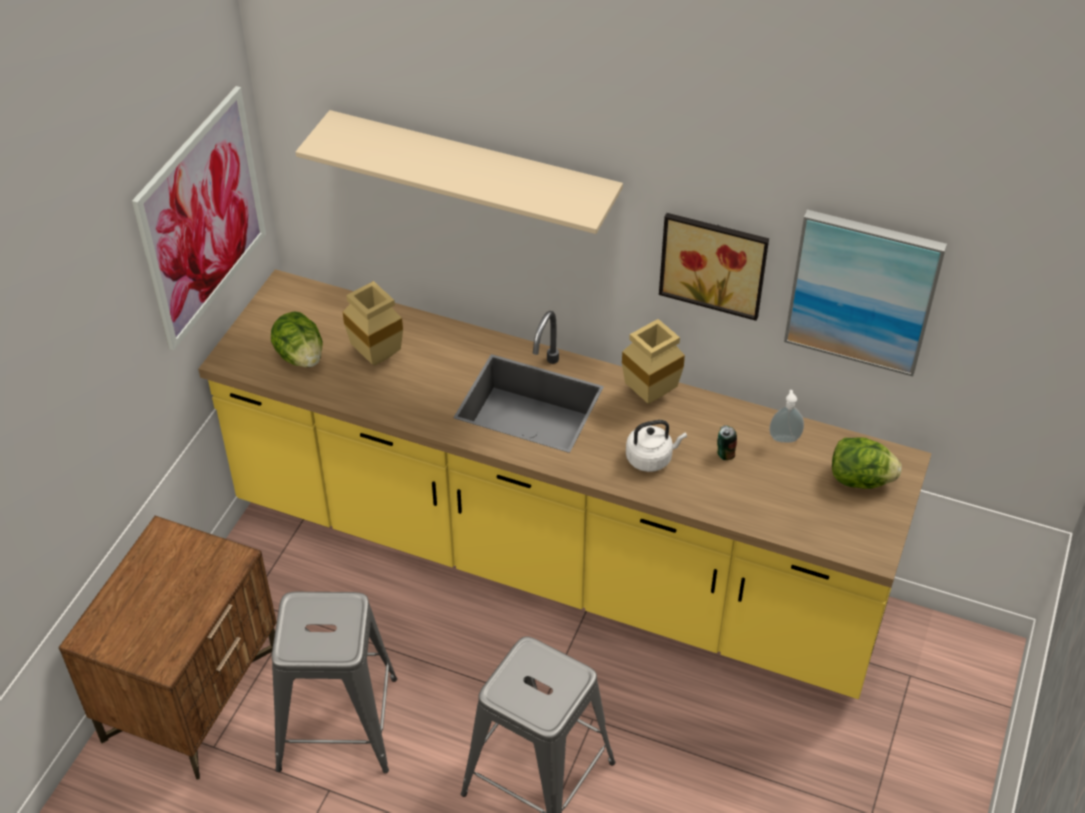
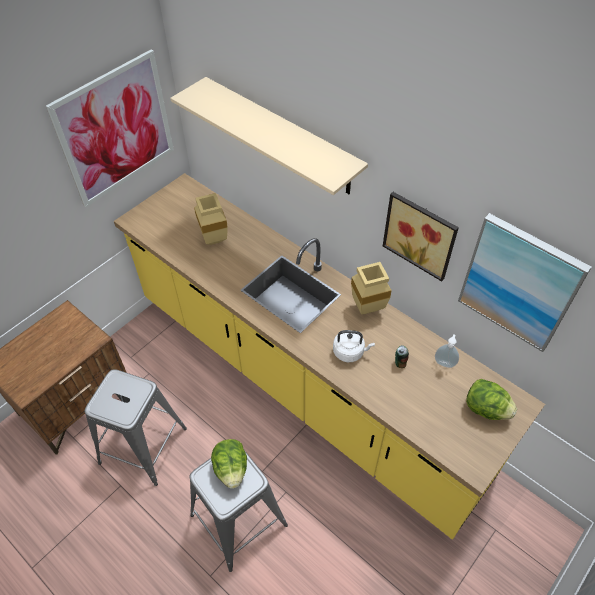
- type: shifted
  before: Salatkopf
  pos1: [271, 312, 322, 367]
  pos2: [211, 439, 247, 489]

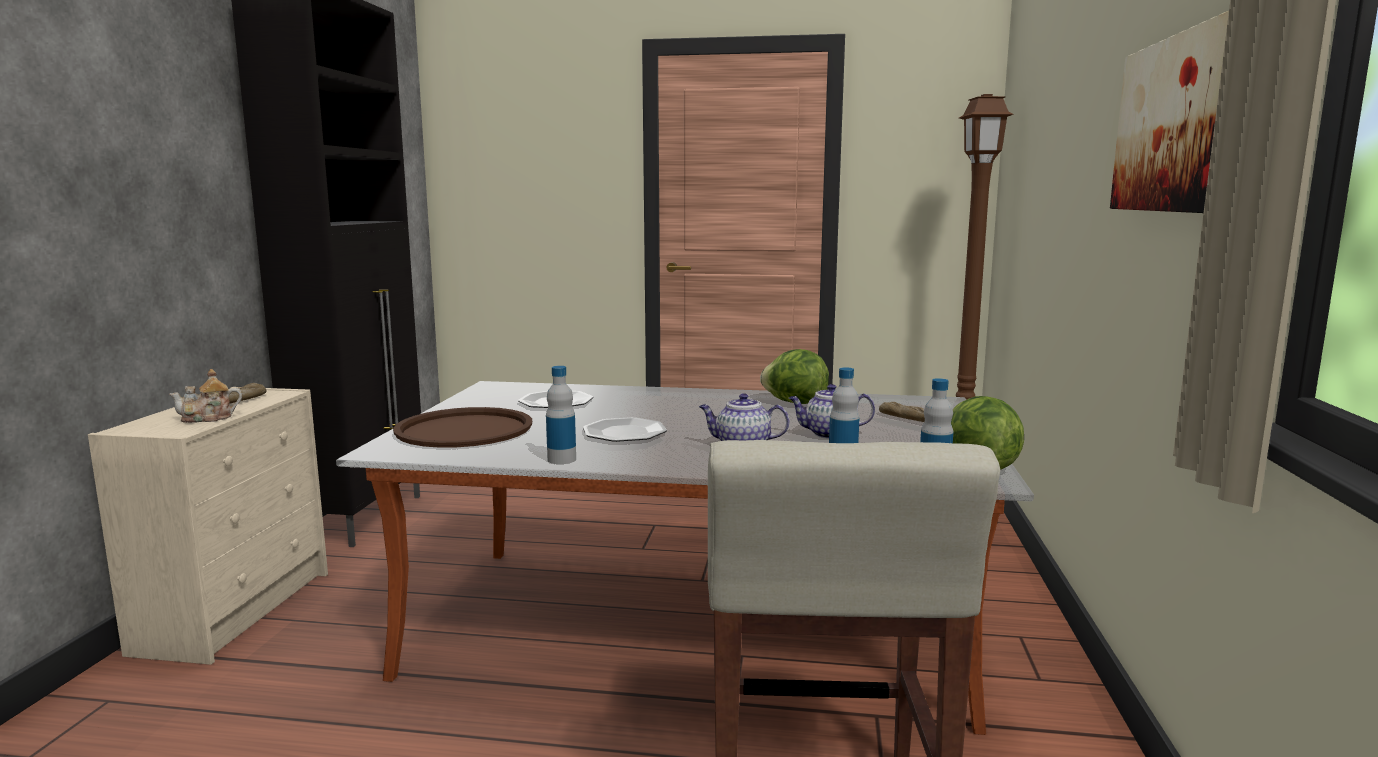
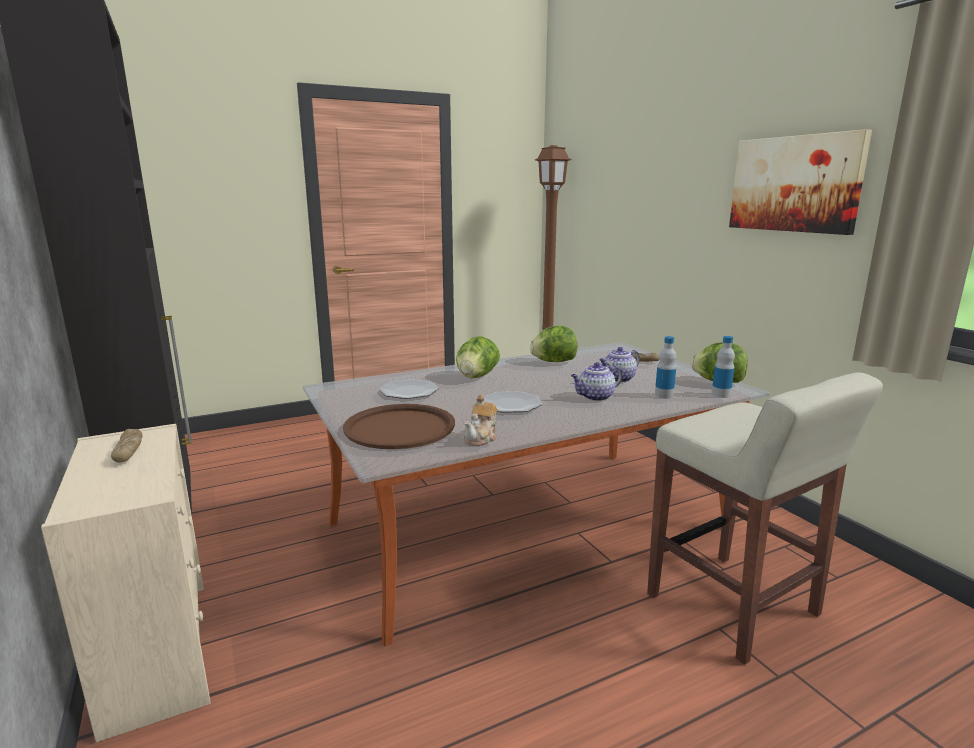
- type: new
  after: Salatkopf
  pos2: [456, 336, 500, 378]
- type: shifted
  before: Teekanne
  pos1: [169, 369, 242, 423]
  pos2: [464, 395, 497, 446]
- type: gone
  before: Flasche
  pos1: [546, 366, 576, 464]

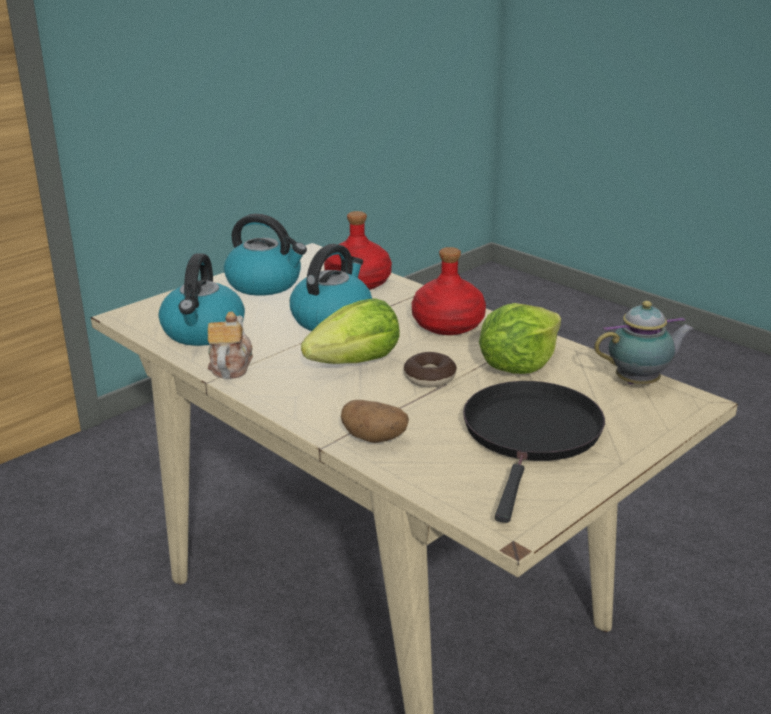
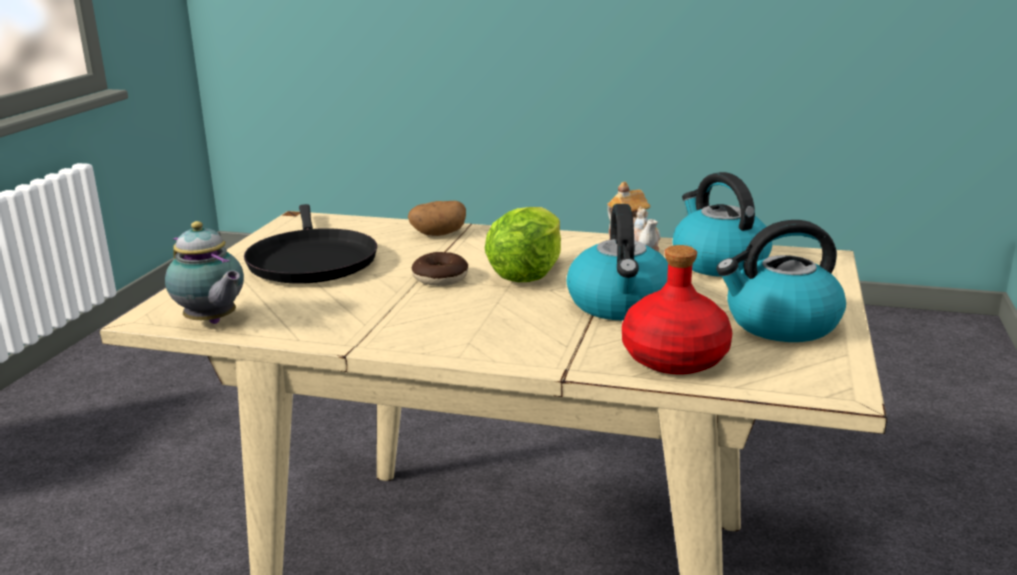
- type: rotated
  before: Teekanne
  pos1: [594, 301, 695, 384]
  pos2: [165, 221, 244, 324]
  turn: -90
- type: gone
  before: Flasche (rot)
  pos1: [412, 247, 486, 335]
- type: gone
  before: Salatkopf
  pos1: [479, 303, 561, 374]

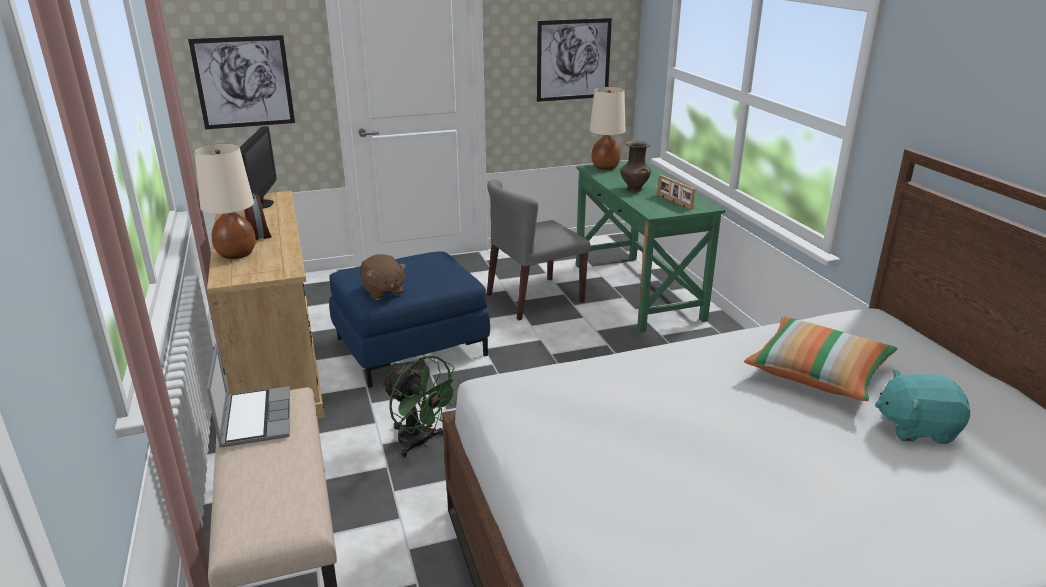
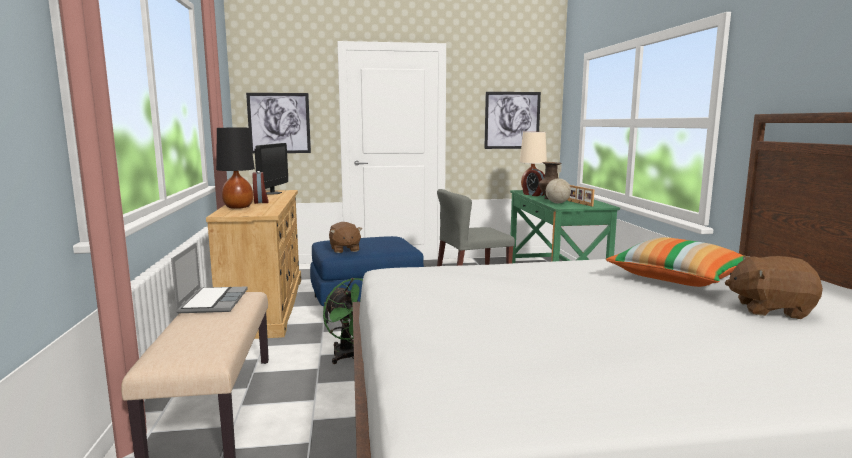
- type: repainted
  before: Tischlampe (beige)
  after: Tischlampe (schwarz)
  pos1: [194, 143, 256, 259]
  pos2: [216, 128, 255, 209]
- type: new
  after: Wecker
  pos2: [523, 169, 545, 196]
- type: new
  after: Globus
  pos2: [546, 164, 571, 203]
- type: repainted
  before: Plüschtier (türkis)
  after: Plüschtier (braun)
  pos1: [875, 369, 970, 444]
  pos2: [725, 256, 823, 319]

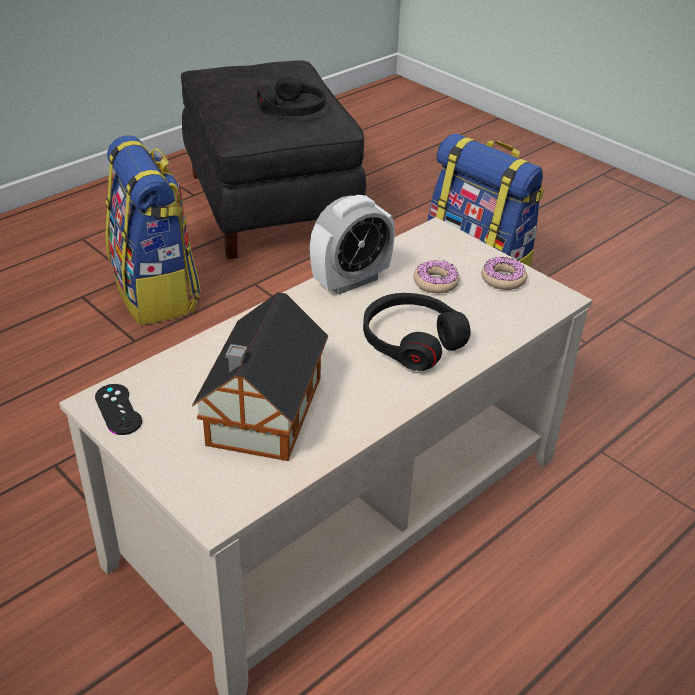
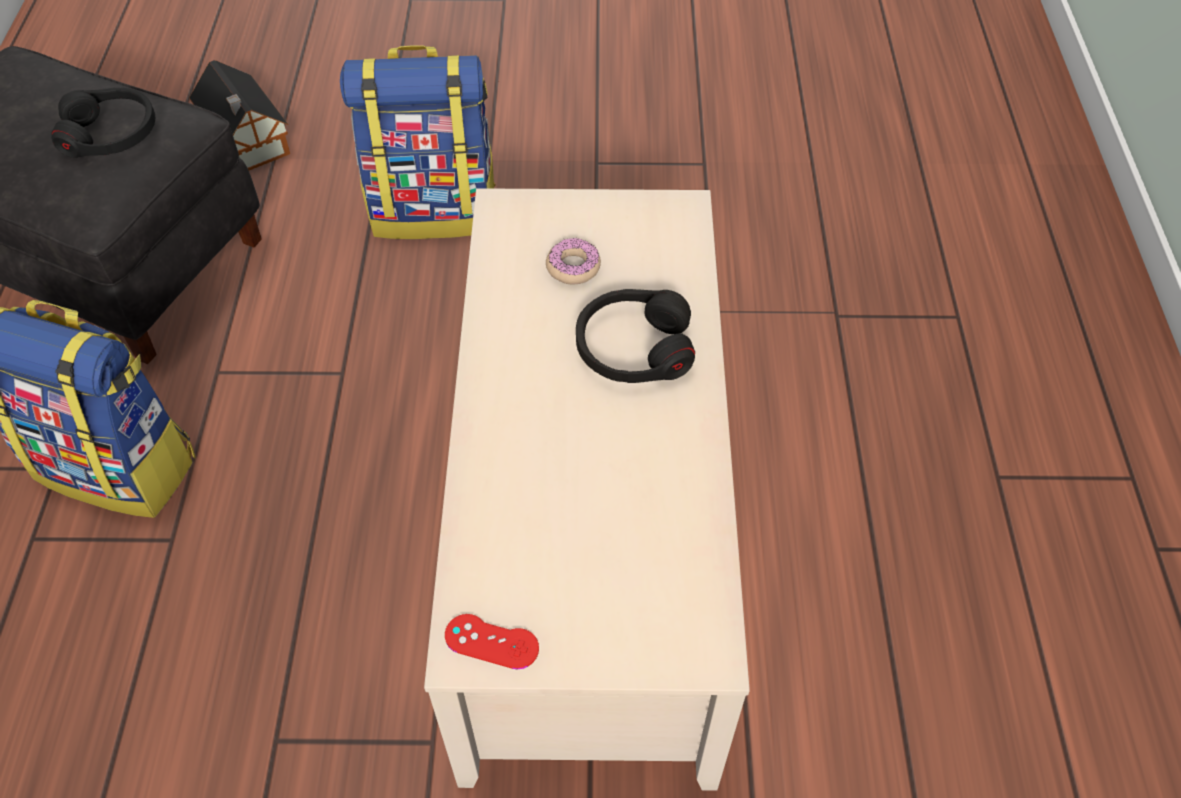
- type: shifted
  before: Spielzeughaus
  pos1: [192, 292, 328, 461]
  pos2: [189, 60, 290, 170]
- type: repainted
  before: Gamepad (schwarz)
  after: Gamepad (rot)
  pos1: [95, 384, 142, 435]
  pos2: [445, 614, 539, 669]
- type: gone
  before: Wecker
  pos1: [310, 195, 395, 295]
- type: gone
  before: Donut
  pos1: [481, 257, 527, 290]

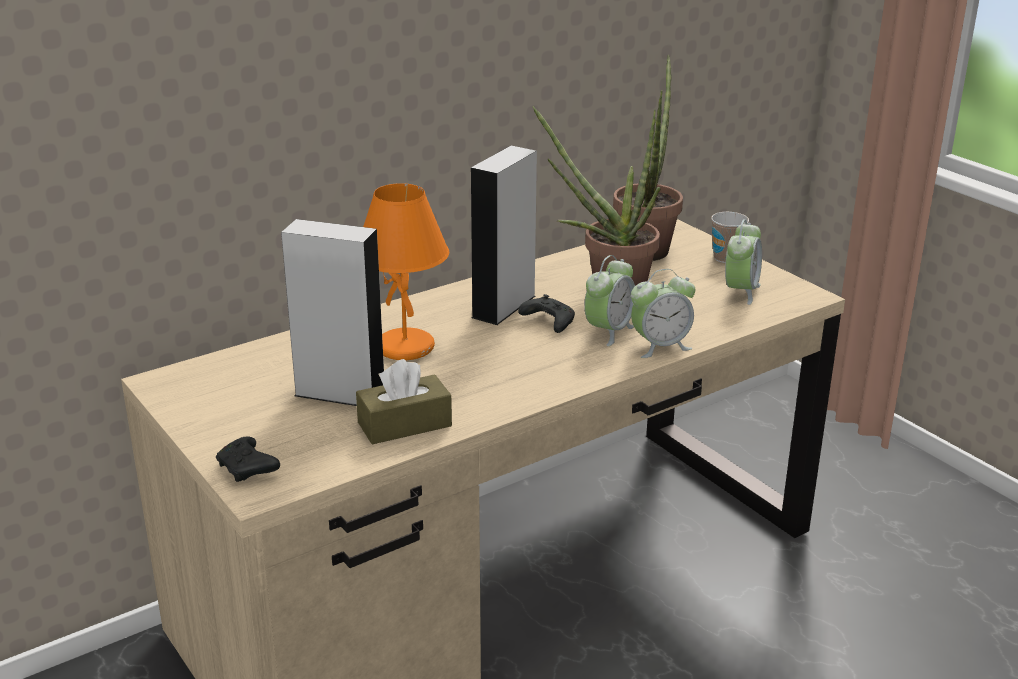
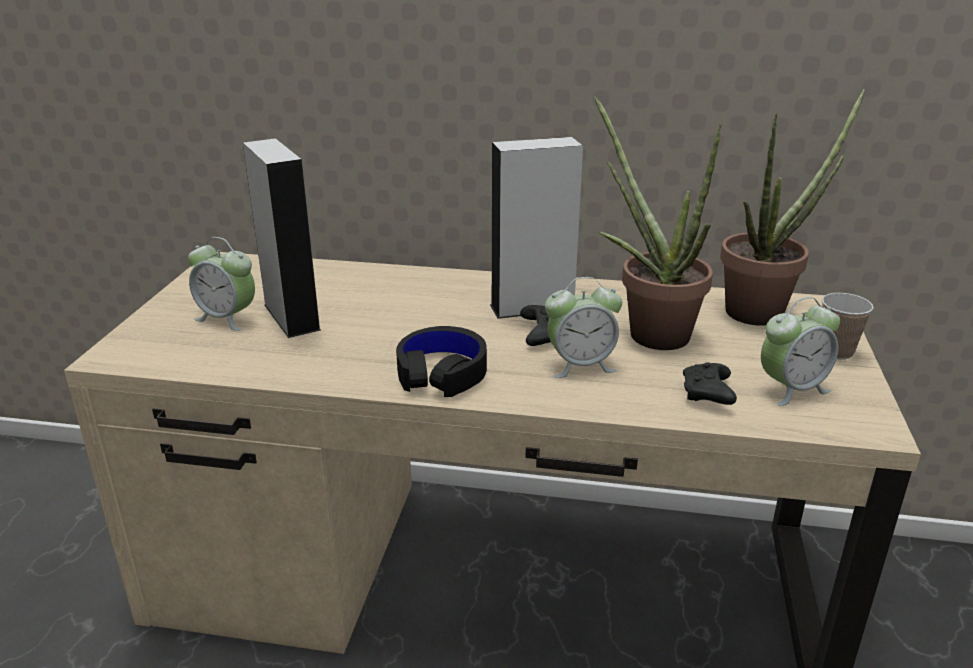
- type: shifted
  before: Wecker
  pos1: [631, 269, 695, 358]
  pos2: [188, 237, 255, 331]
- type: new
  after: Kopfhörer (schwarz)
  pos2: [396, 326, 487, 397]
- type: shifted
  before: Gamepad (schwarz)
  pos1: [216, 436, 280, 482]
  pos2: [683, 362, 737, 405]
- type: gone
  before: Taschentuchbox (braun)
  pos1: [356, 359, 452, 444]
- type: gone
  before: Tischlampe (orange)
  pos1: [363, 183, 449, 360]

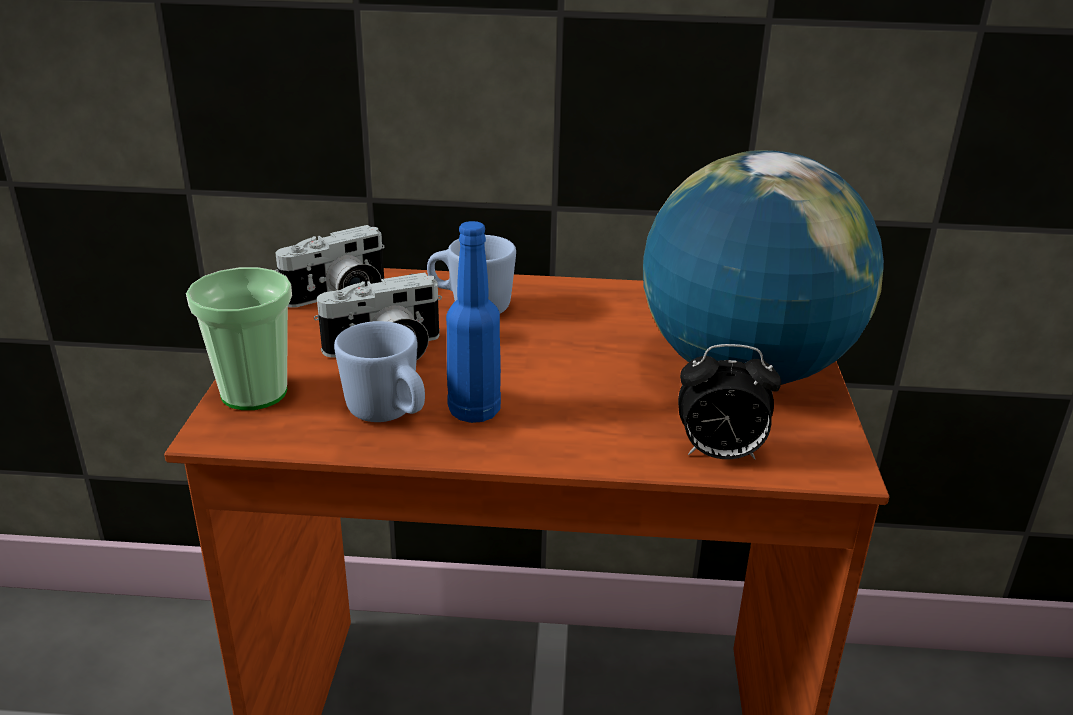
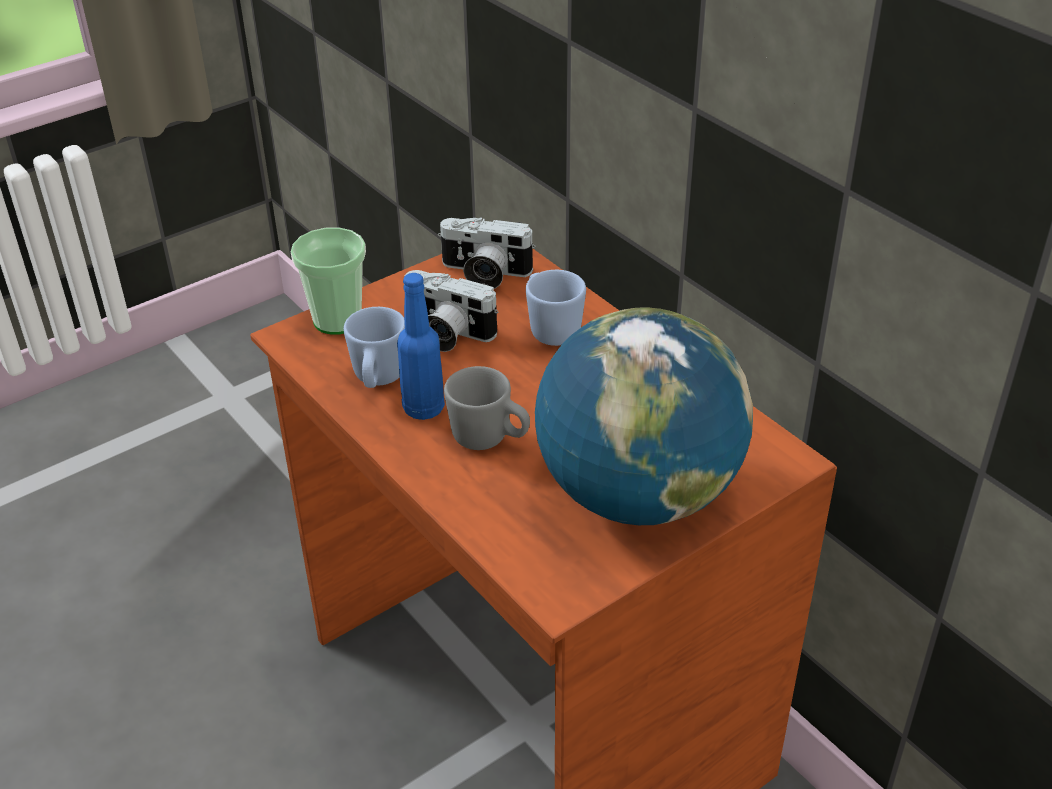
- type: new
  after: Henkelbecher (grau)
  pos2: [444, 366, 530, 450]
- type: gone
  before: Wecker
  pos1: [678, 344, 781, 459]

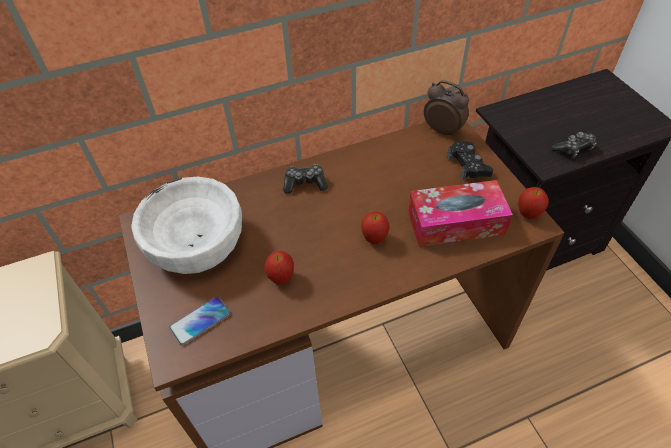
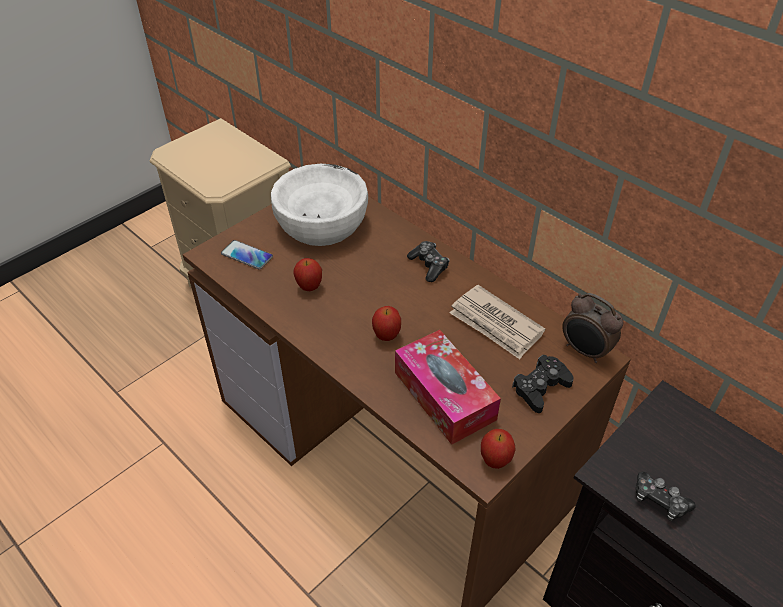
- type: new
  after: Zeitung
  pos2: [450, 285, 545, 359]
- type: rotated
  before: Wecker
  pos1: [424, 80, 469, 138]
  pos2: [562, 293, 623, 363]
  turn: 120

